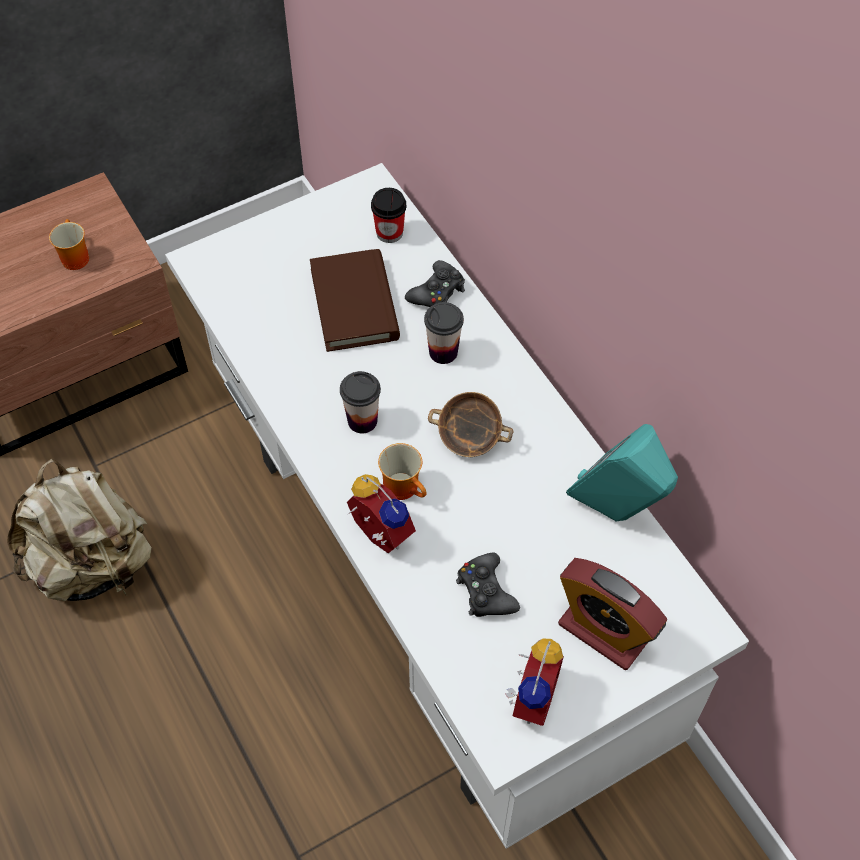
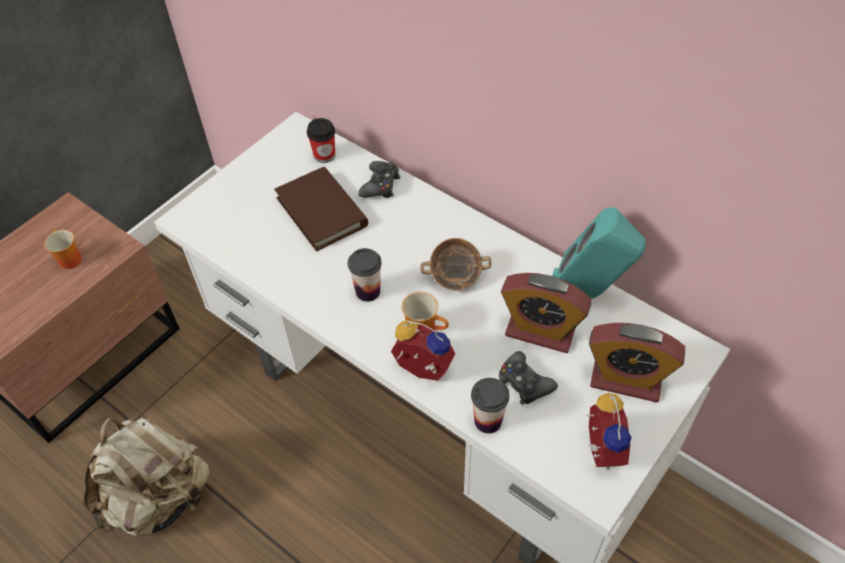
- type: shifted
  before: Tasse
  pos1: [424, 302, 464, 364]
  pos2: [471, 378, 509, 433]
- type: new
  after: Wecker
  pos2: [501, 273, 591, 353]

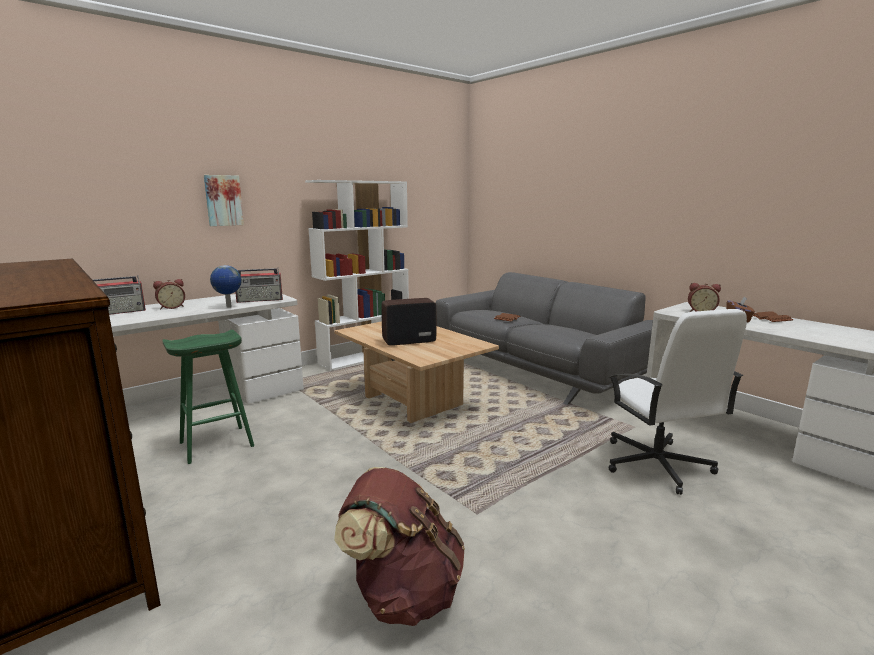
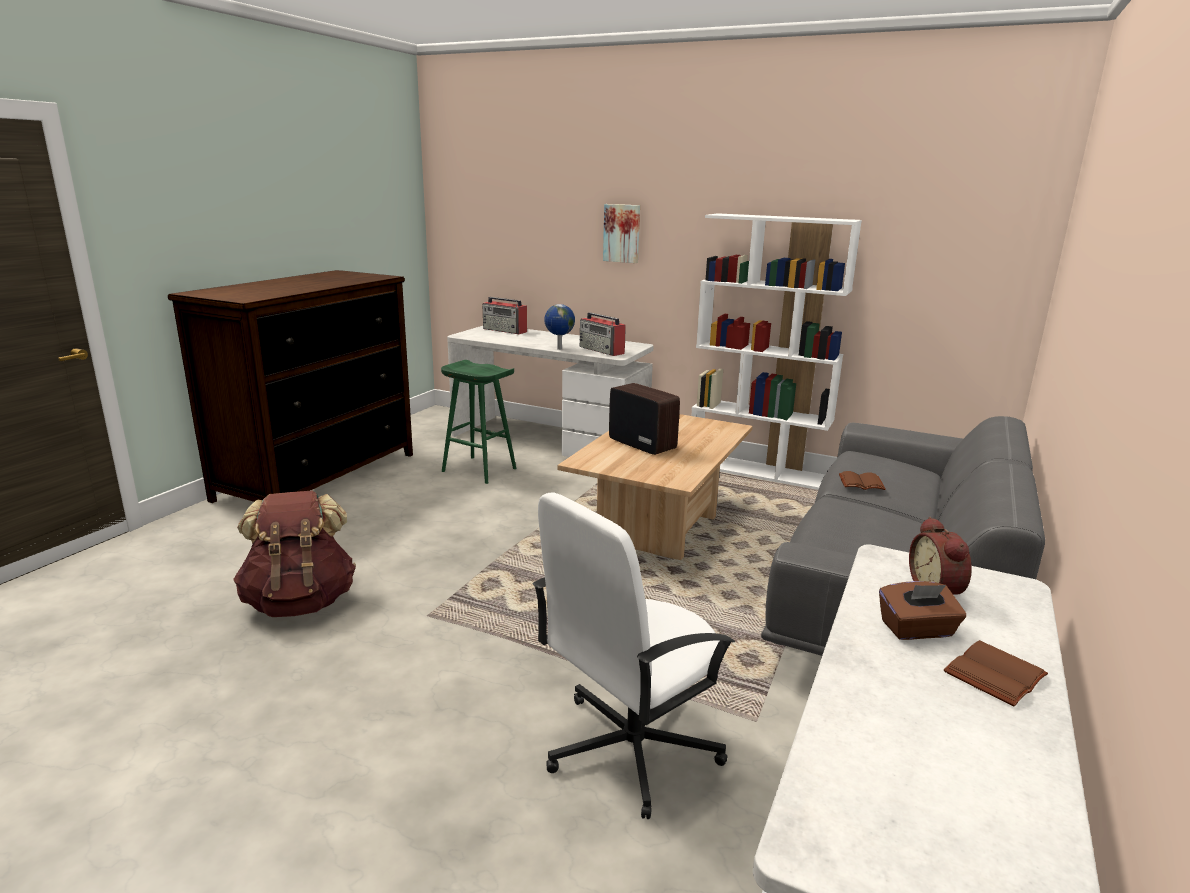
- type: gone
  before: Wecker
  pos1: [153, 279, 185, 309]

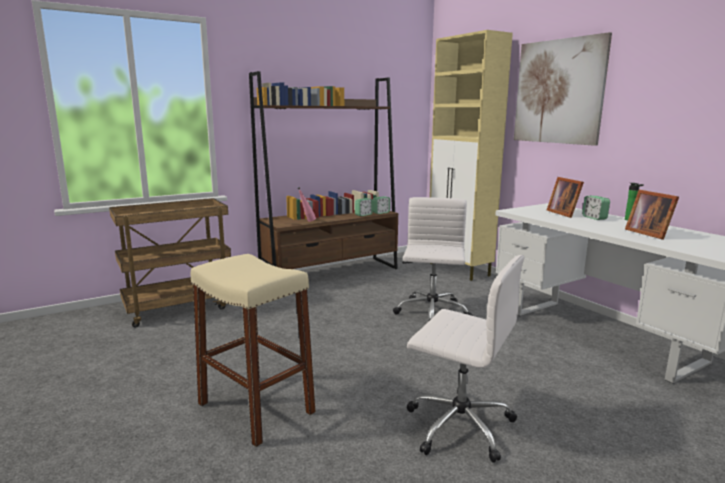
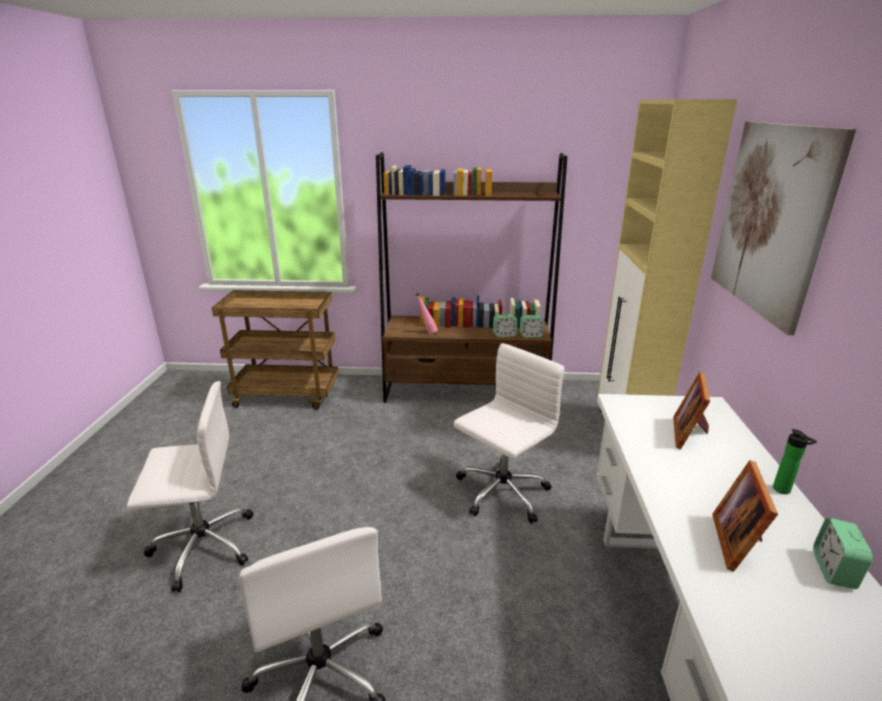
- type: swapped
  before: Hocker (beige)
  after: Bürostuhl (weiß)
  pos1: [191, 254, 316, 447]
  pos2: [127, 381, 253, 592]
- type: shifted
  before: Wecker
  pos1: [582, 196, 610, 220]
  pos2: [813, 518, 873, 589]

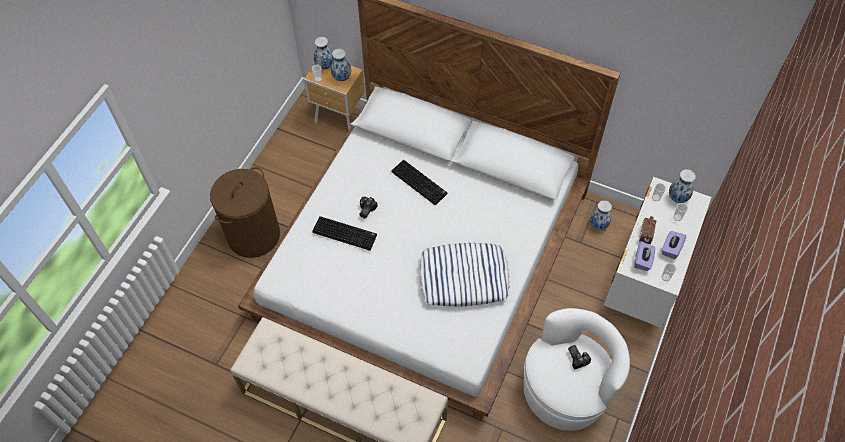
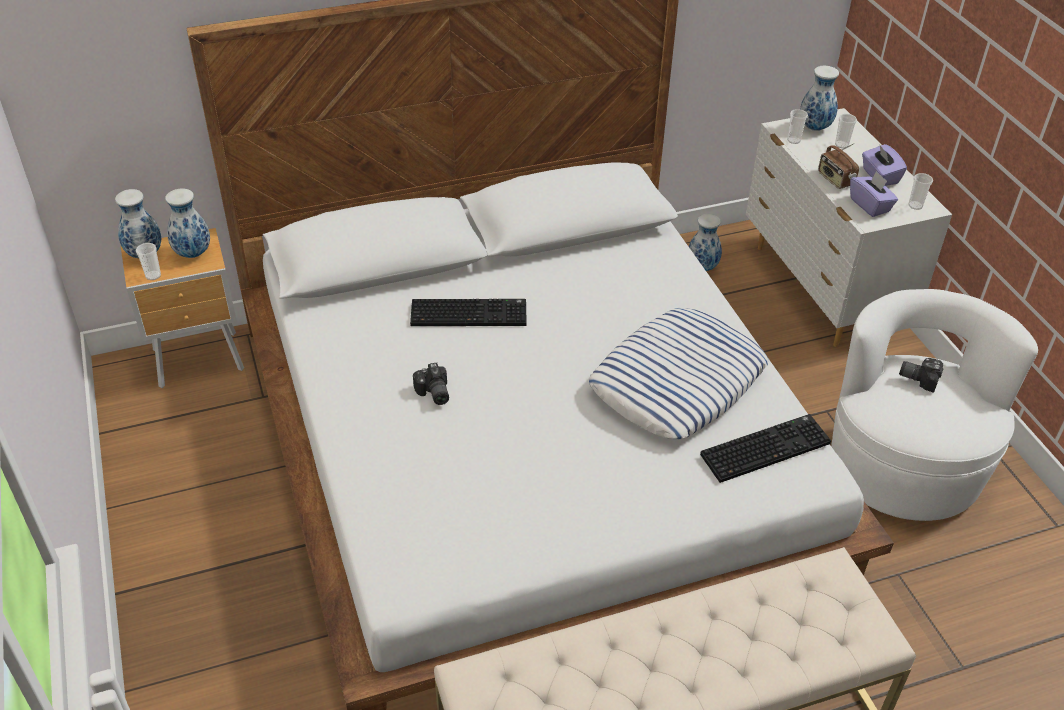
- type: shifted
  before: Tastatur
  pos1: [312, 216, 377, 250]
  pos2: [700, 414, 831, 483]
- type: gone
  before: Wäschekorb (braun)
  pos1: [210, 167, 280, 258]

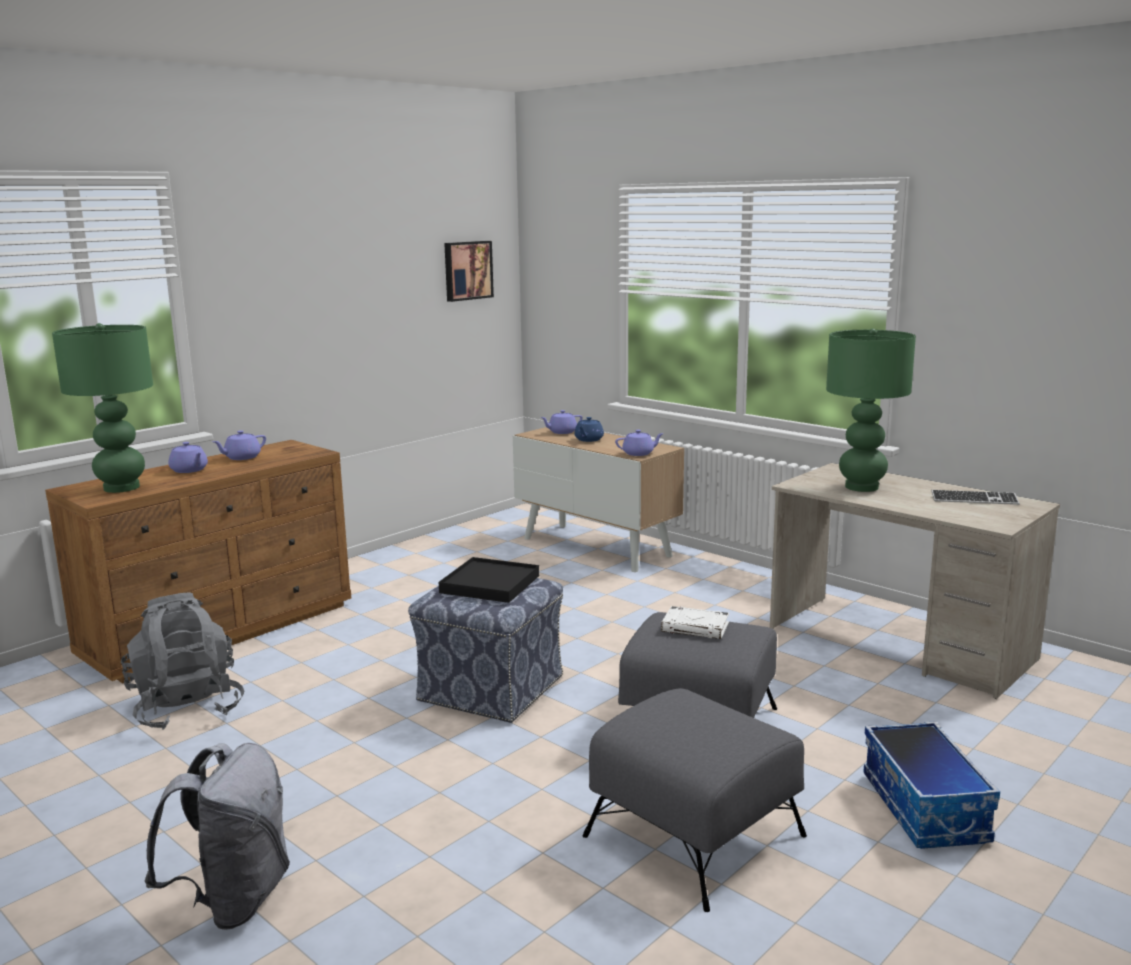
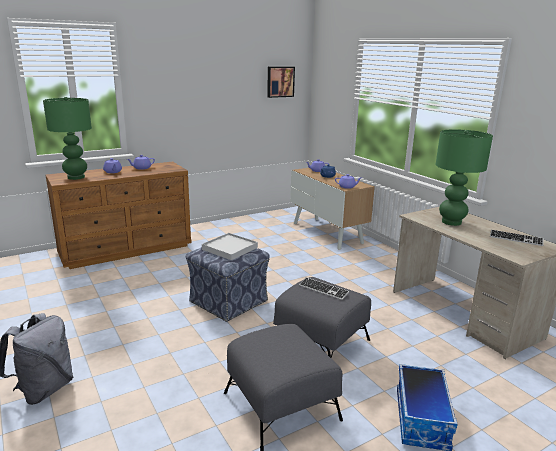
- type: repainted
  before: Tablett (schwarz)
  after: Tablett (weiß)
  pos1: [439, 557, 539, 603]
  pos2: [202, 233, 258, 260]
- type: swapped
  before: Buch (weiß)
  after: Tastatur
  pos1: [661, 606, 729, 639]
  pos2: [299, 277, 349, 300]
- type: gone
  before: Rucksack (grau)
  pos1: [121, 592, 244, 730]

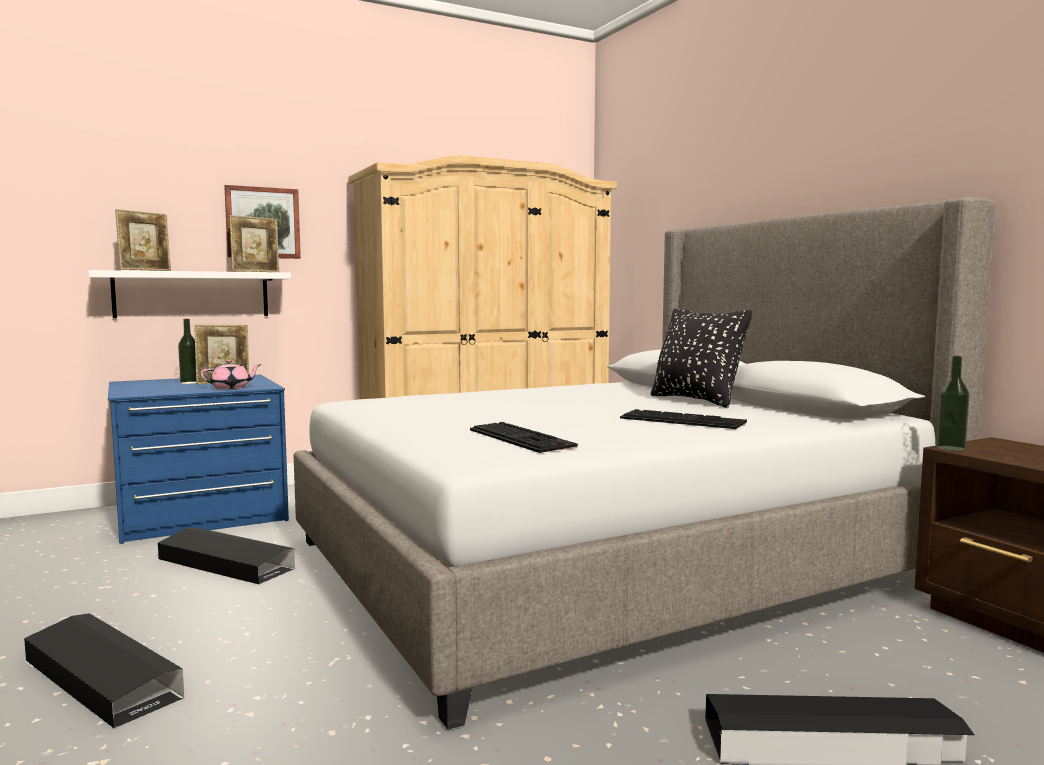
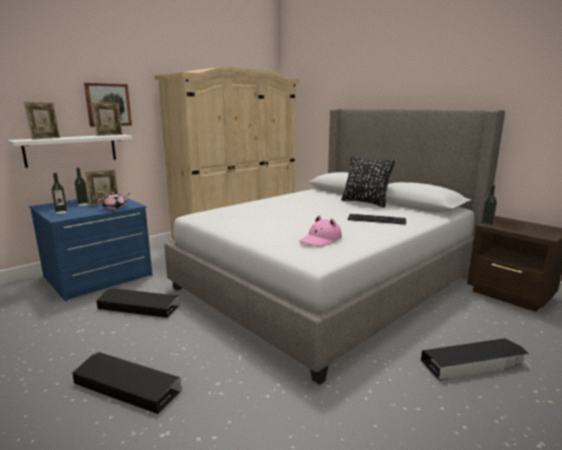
- type: new
  after: Flasche
  pos2: [51, 173, 68, 214]
- type: swapped
  before: Tastatur
  after: Hut (rosa)
  pos1: [470, 422, 578, 453]
  pos2: [299, 215, 342, 247]

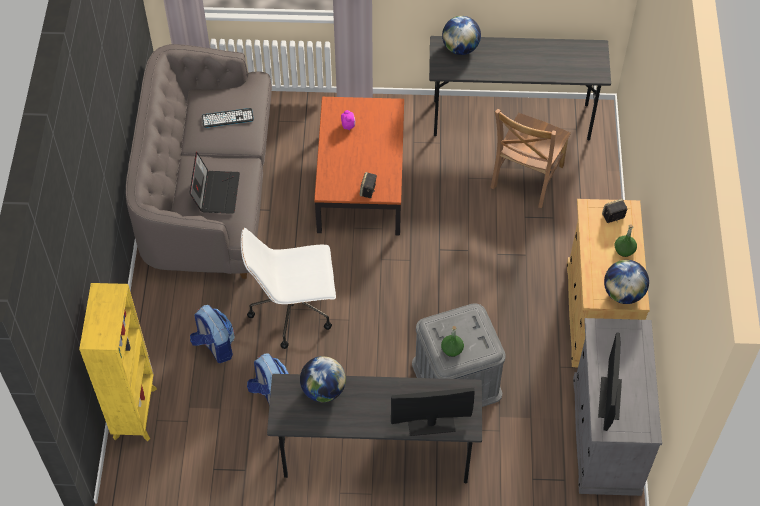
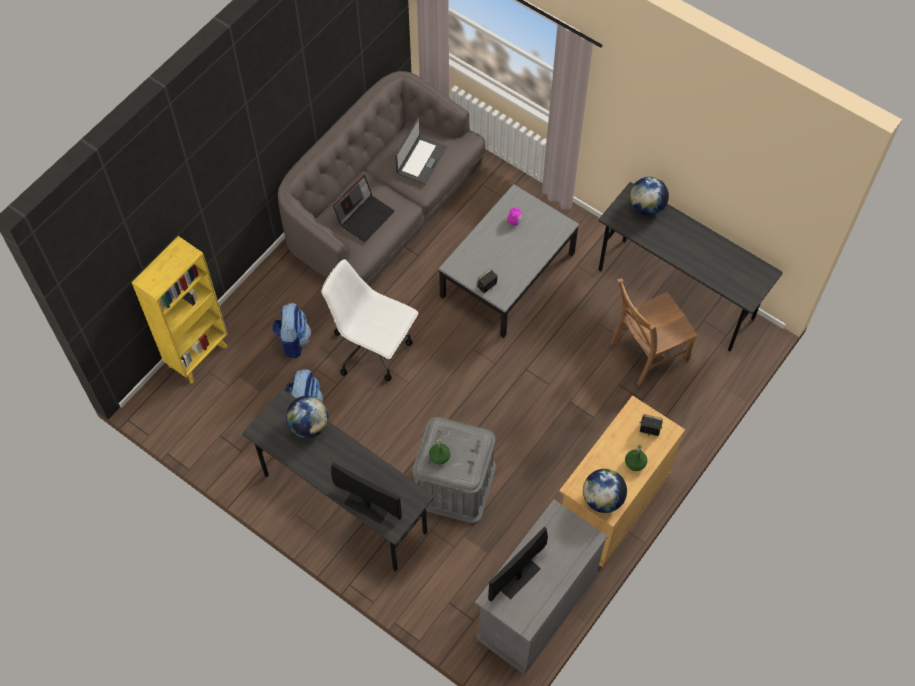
- type: swapped
  before: Tastatur
  after: Laptop
  pos1: [202, 108, 254, 128]
  pos2: [395, 117, 447, 185]
- type: repainted
  before: Couchtisch (braun)
  after: Couchtisch (grau)
  pos1: [314, 97, 404, 235]
  pos2: [439, 184, 579, 338]

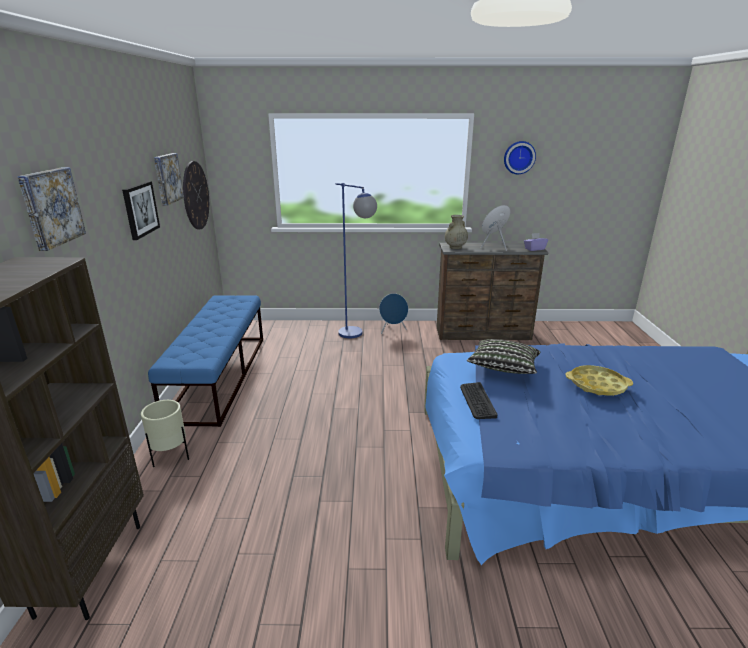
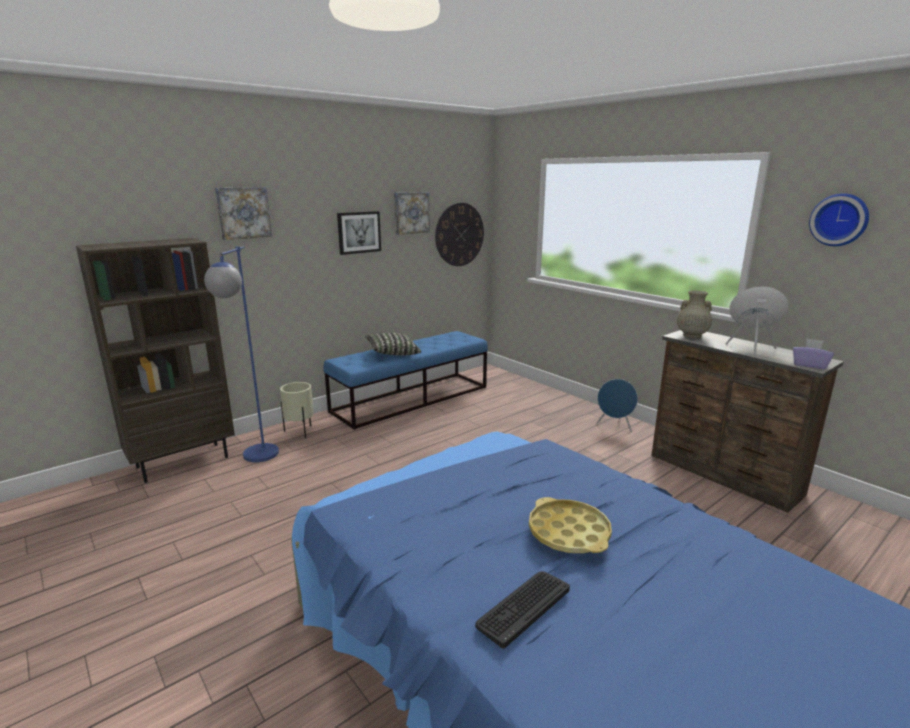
- type: shifted
  before: Stehlampe (blau)
  pos1: [336, 183, 377, 338]
  pos2: [204, 246, 279, 462]
- type: shifted
  before: Kissen
  pos1: [467, 339, 540, 374]
  pos2: [365, 333, 421, 356]
- type: shifted
  before: Tastatur
  pos1: [460, 382, 497, 419]
  pos2: [475, 571, 570, 649]

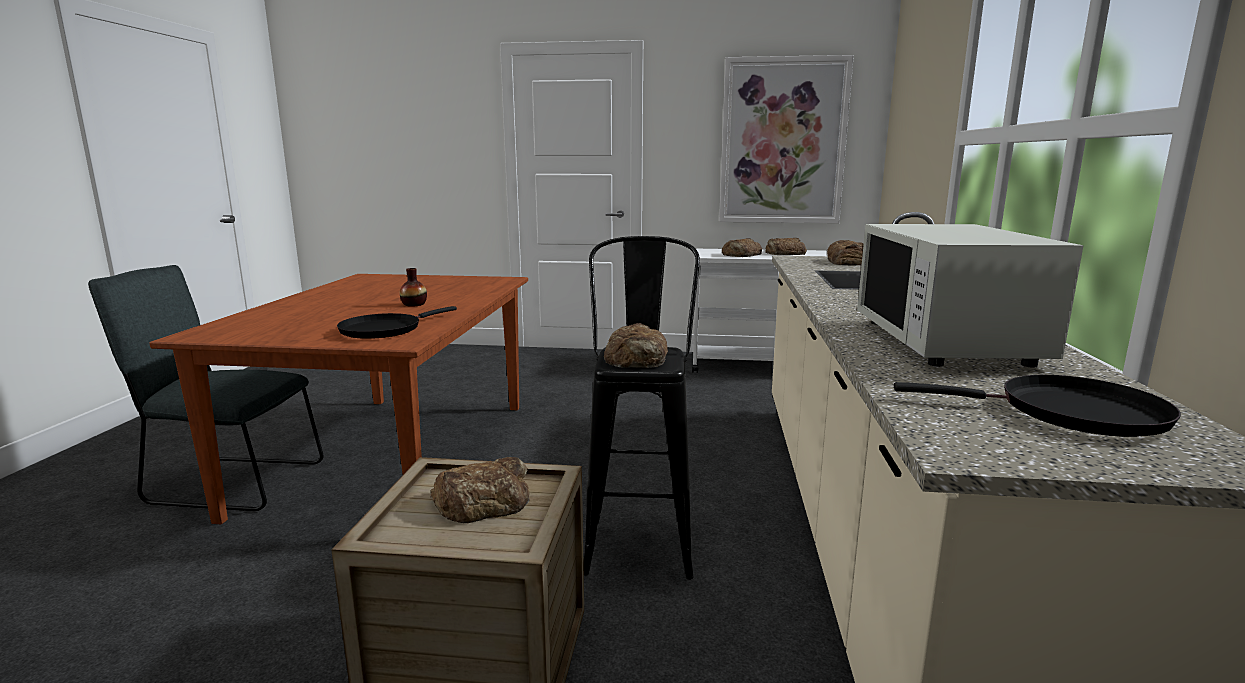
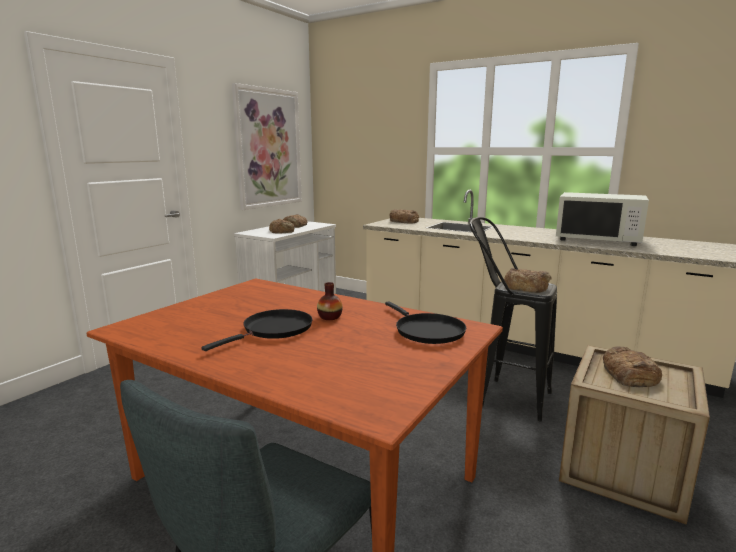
- type: shifted
  before: Pfanne (schwarz)
  pos1: [894, 375, 1181, 437]
  pos2: [202, 309, 312, 351]

